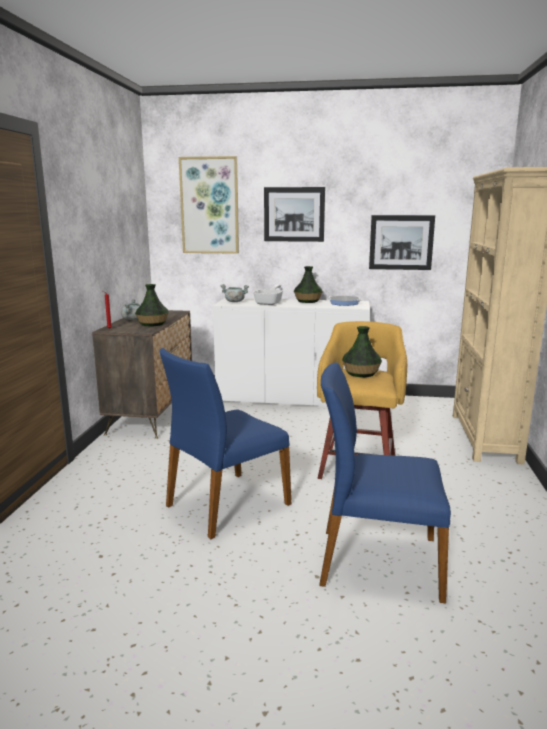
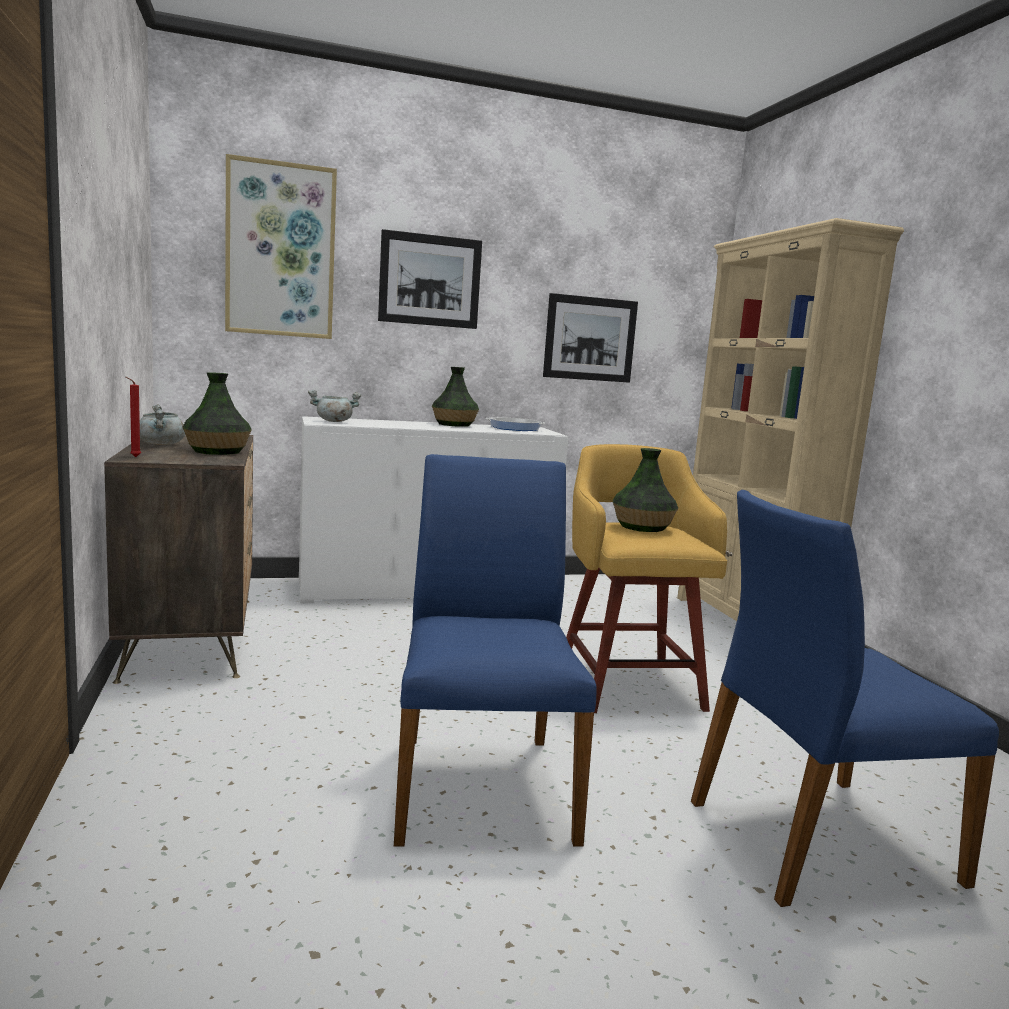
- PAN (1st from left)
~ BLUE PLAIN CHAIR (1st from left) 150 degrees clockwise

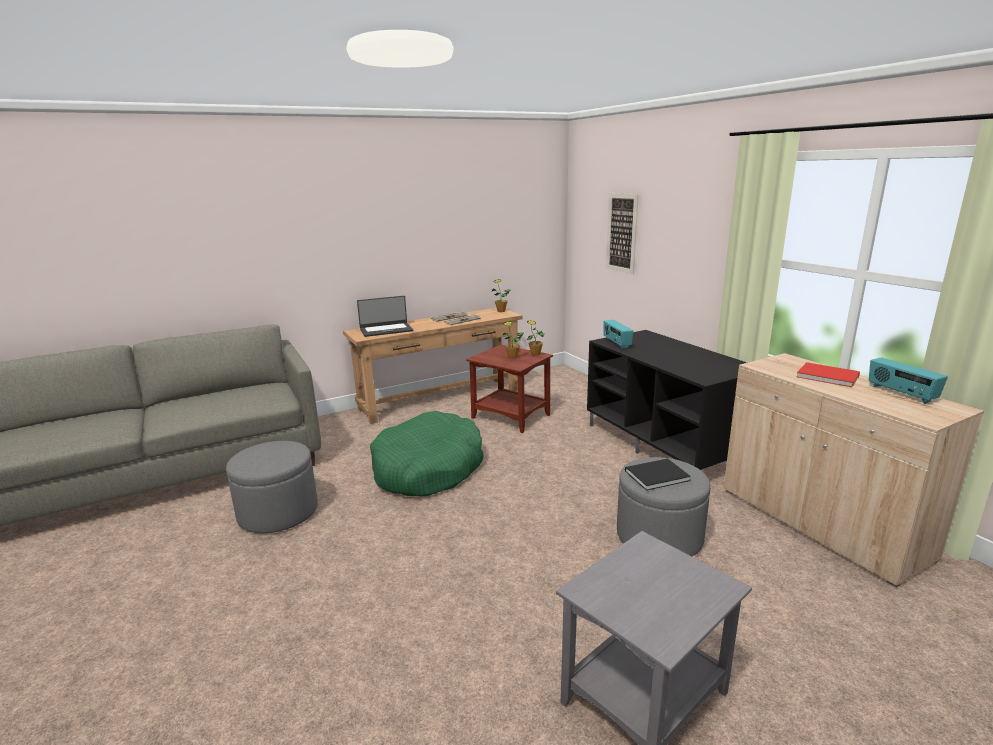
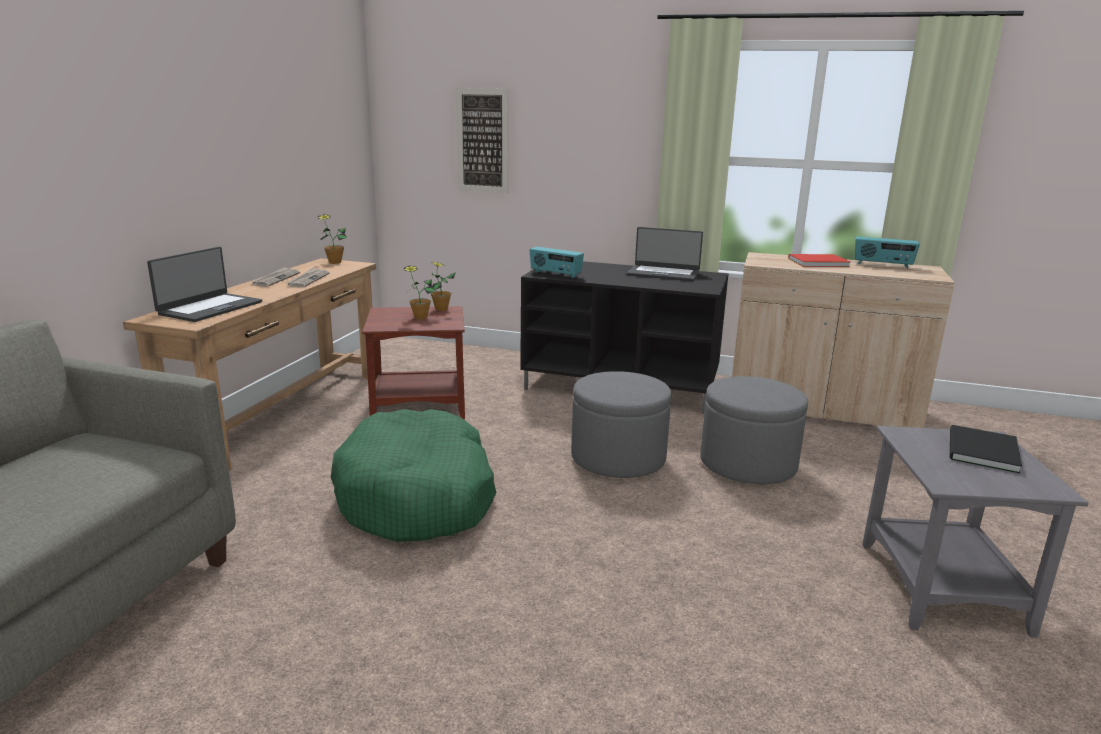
~ GREY OTTOMAN (1st from left)
~ BLACK BOUND BOOK
+ LAPTOP (2nd from left)

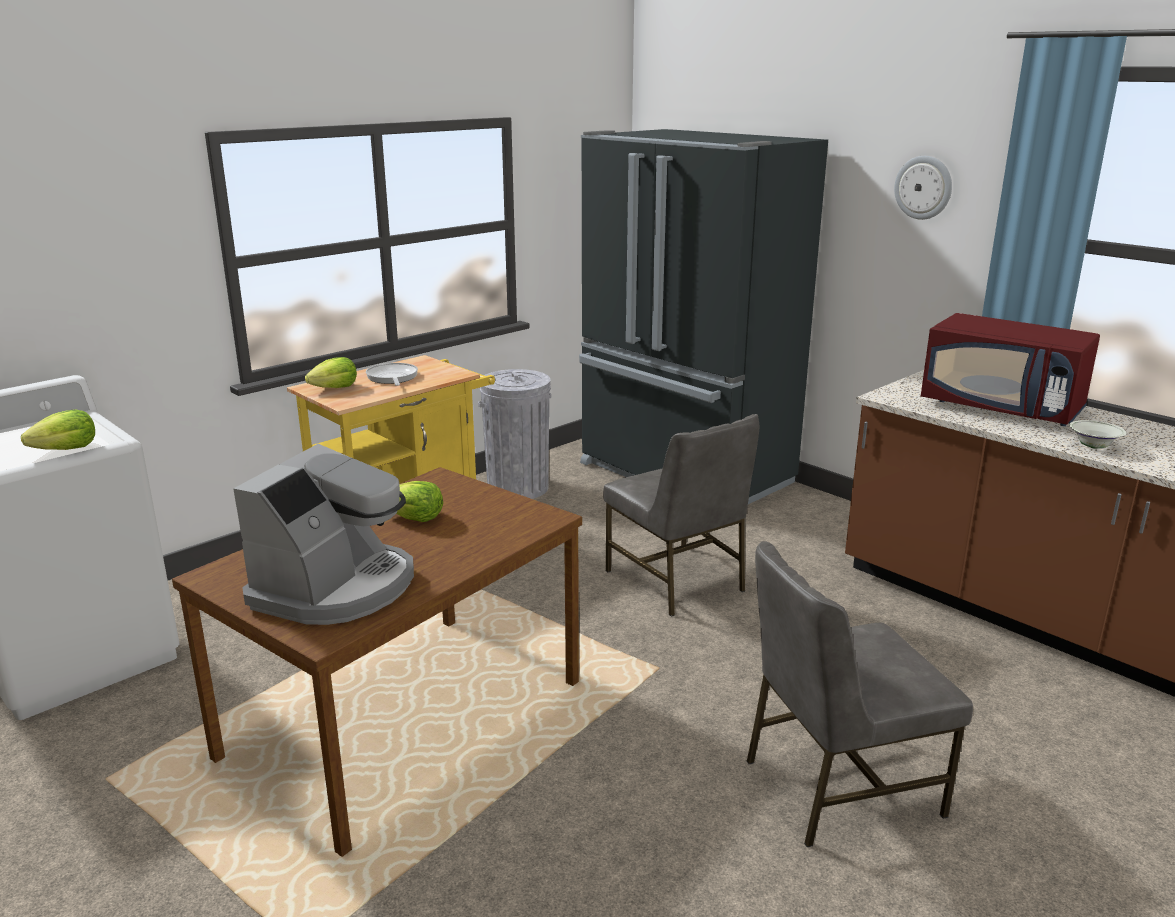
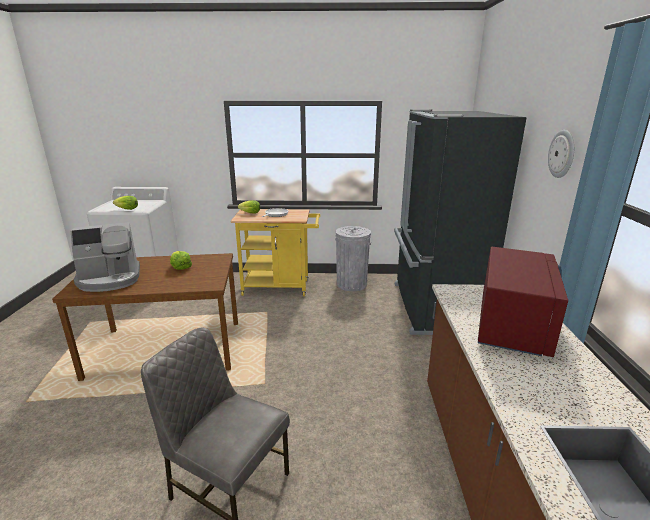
~ RED-COLOURED MICROWAVE 150 degrees counterclockwise
- GREY PLAIN CHAIR (1st from left)
- WHITISH BOWL

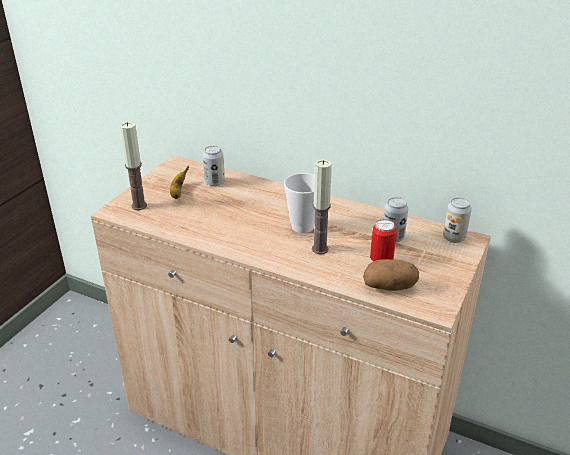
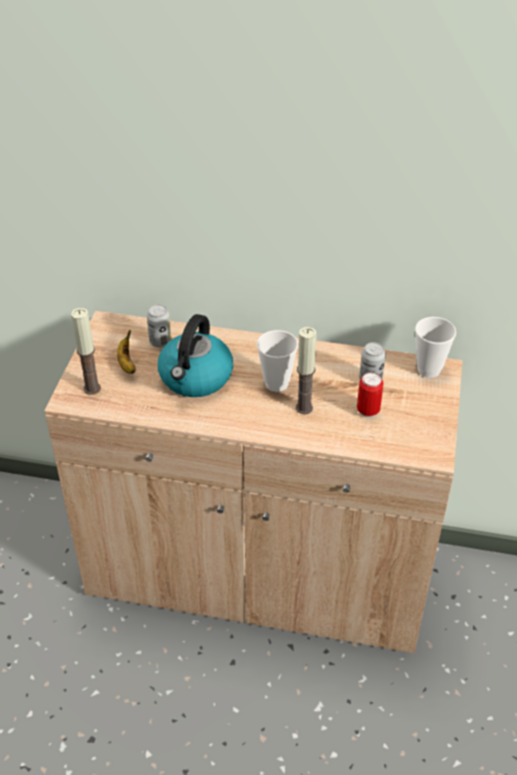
~ CAN (4th from left) to CUP (2nd from left)
- SPUD
+ WATER KETTLE

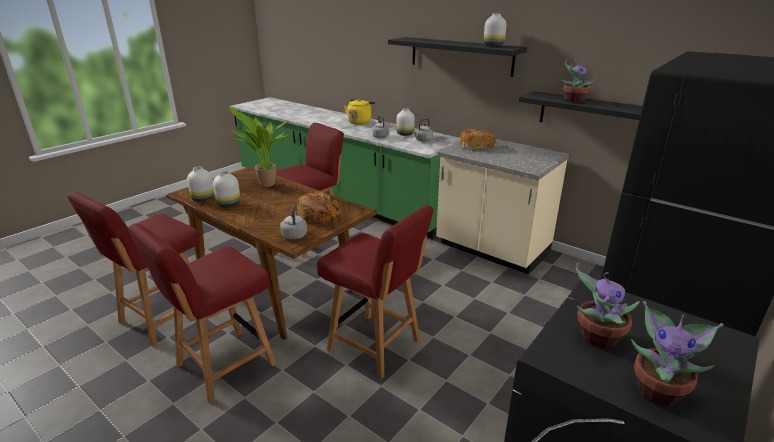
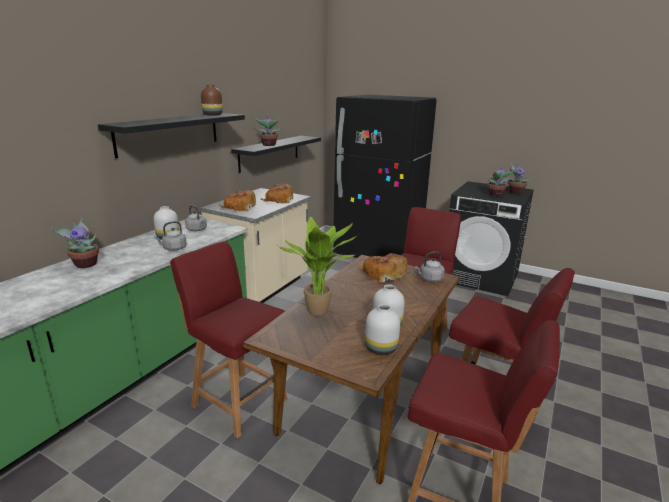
~ WHITISH FLOWER VASE (4th from left) to BROWN-COLOURED FLOWER VASE
~ YELLOW-COLOURED WATER KETTLE to HOUSEPLANT (1st from left)
+ BREAD (2nd from left)

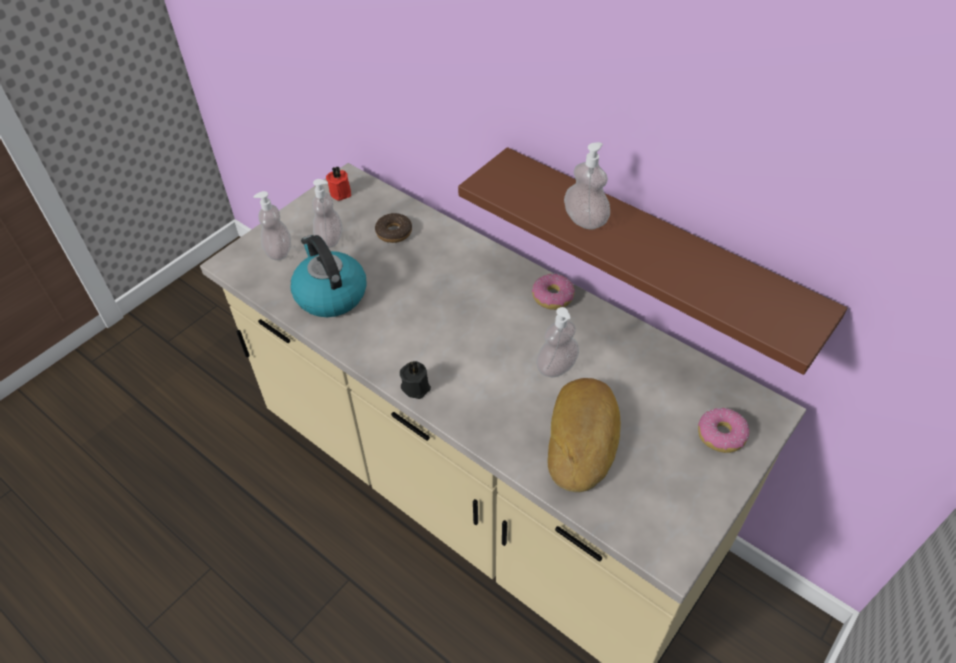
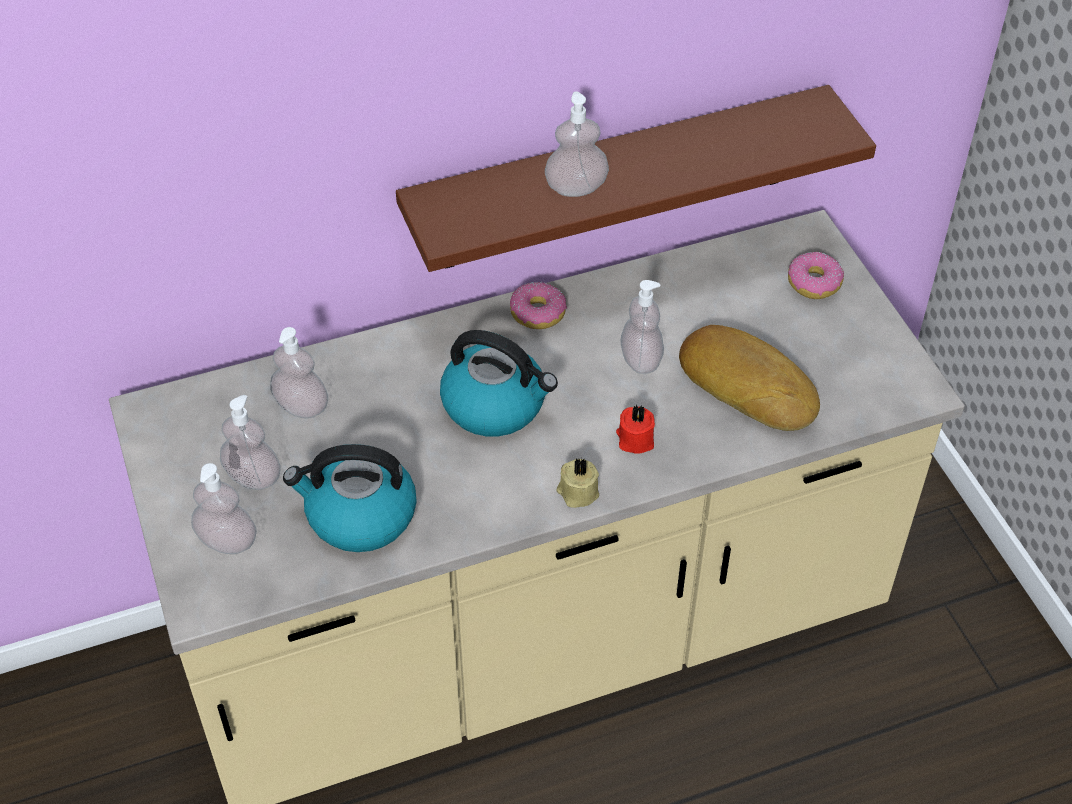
~ RED-COLOURED CANDLE
~ DOUGHNUT (1st from left) to SOAP BOTTLE (3rd from left)
~ BLACK CANDLE to SAND-COLOURED CANDLE
+ WATER KETTLE (2nd from left)

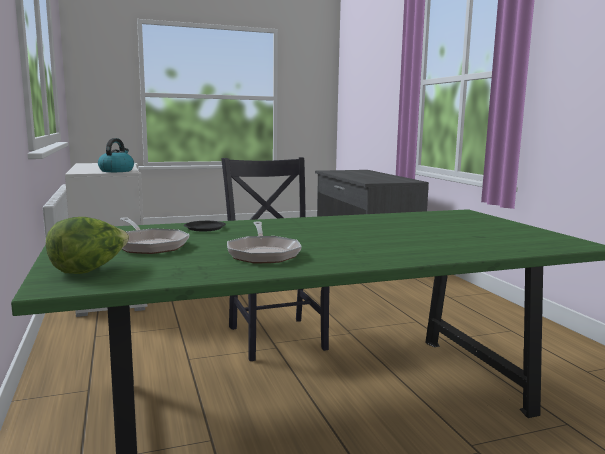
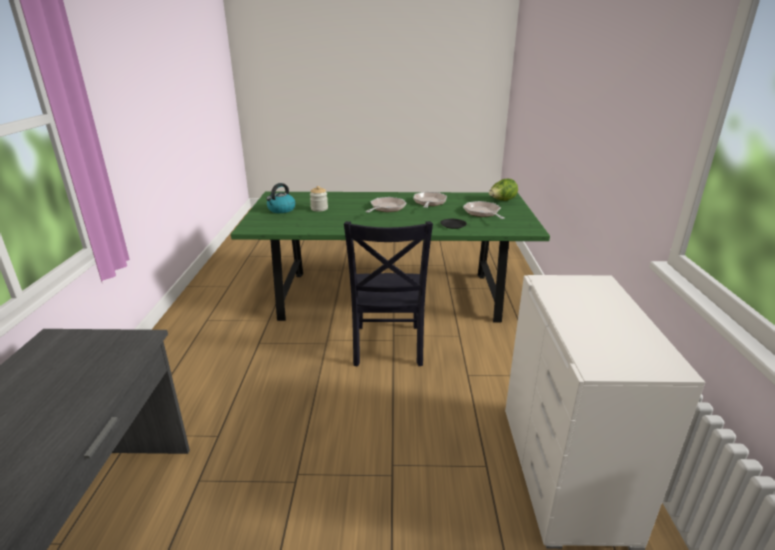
~ WATER KETTLE
+ JAR
+ PAN (1st from left)

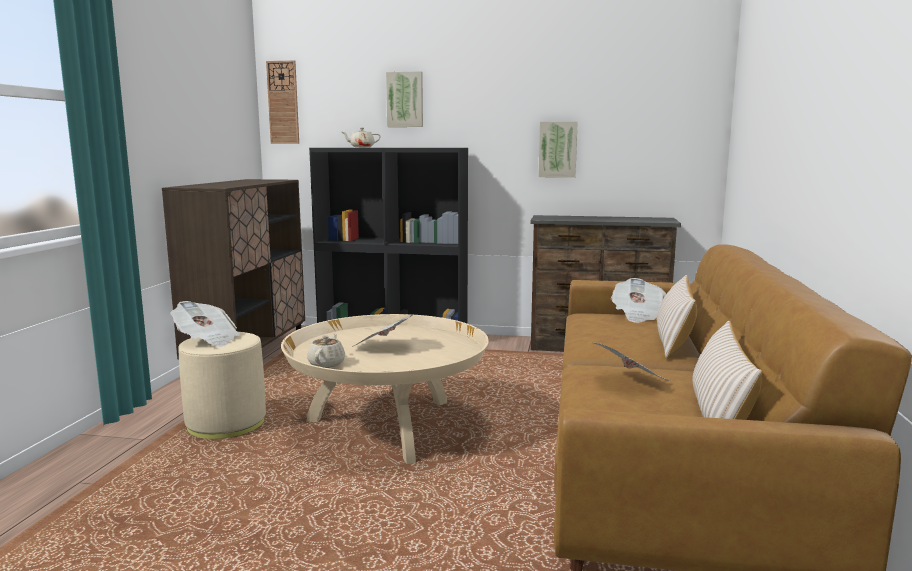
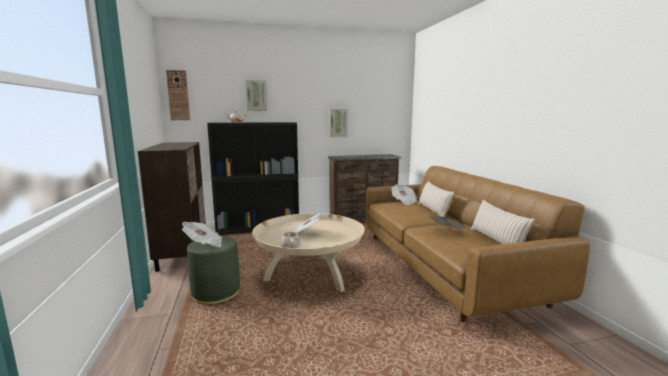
~ SAND-COLOURED OTTOMAN to GREENISH OTTOMAN

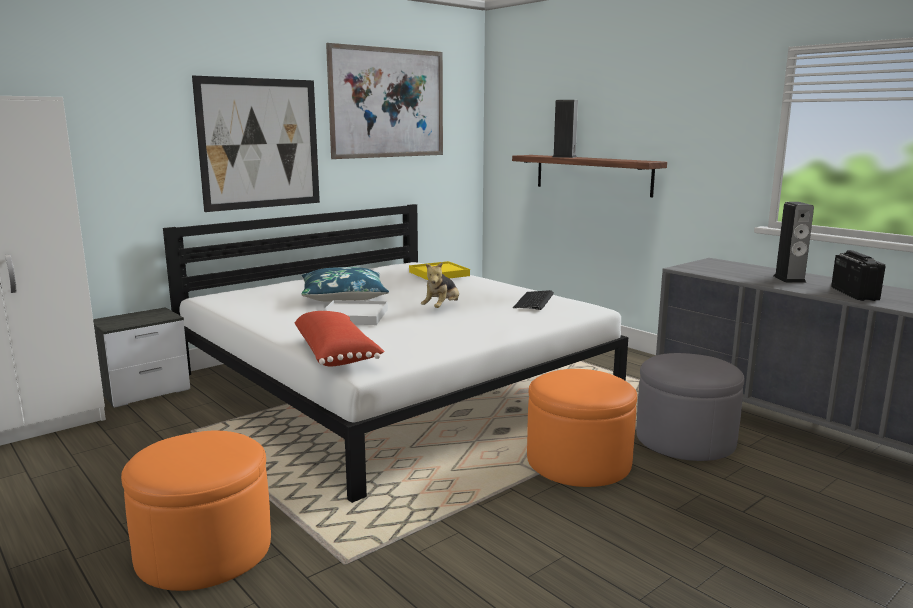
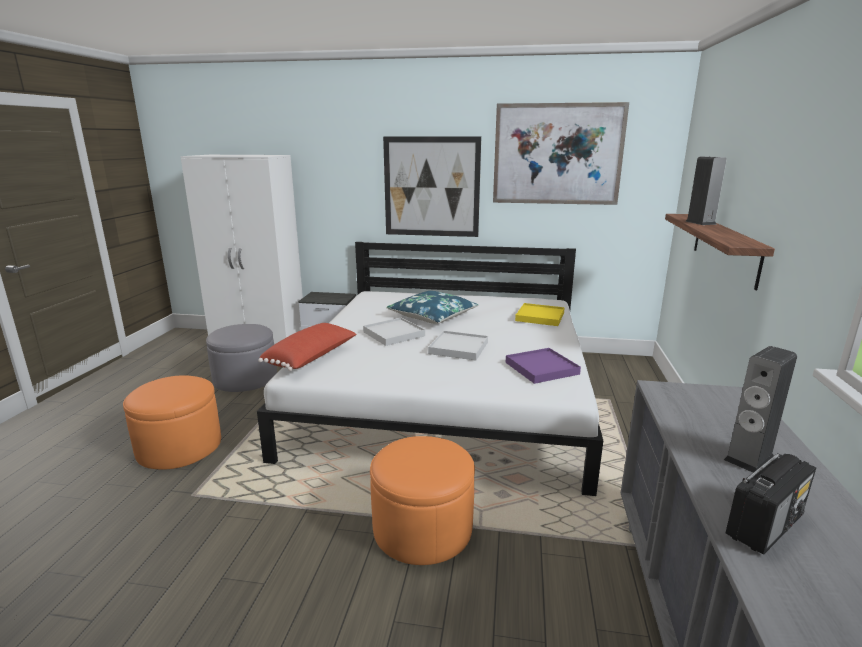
~ CUDDLY TOY to WHITISH CARRYING TRAY (2nd from left)
~ COMPUTER KEYBOARD to PURPLISH CARRYING TRAY
~ GREY OTTOMAN

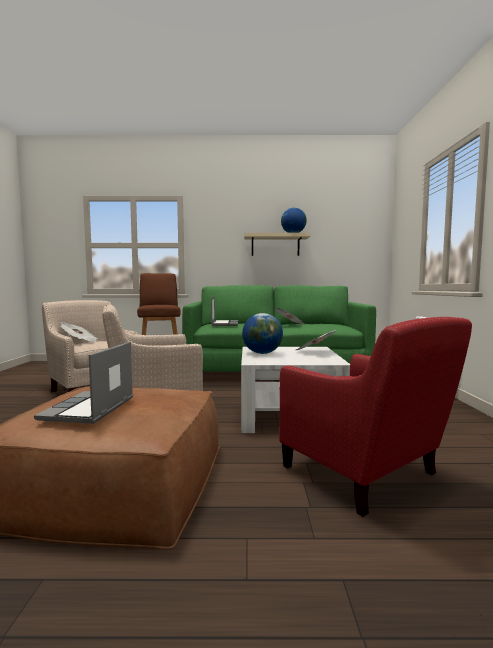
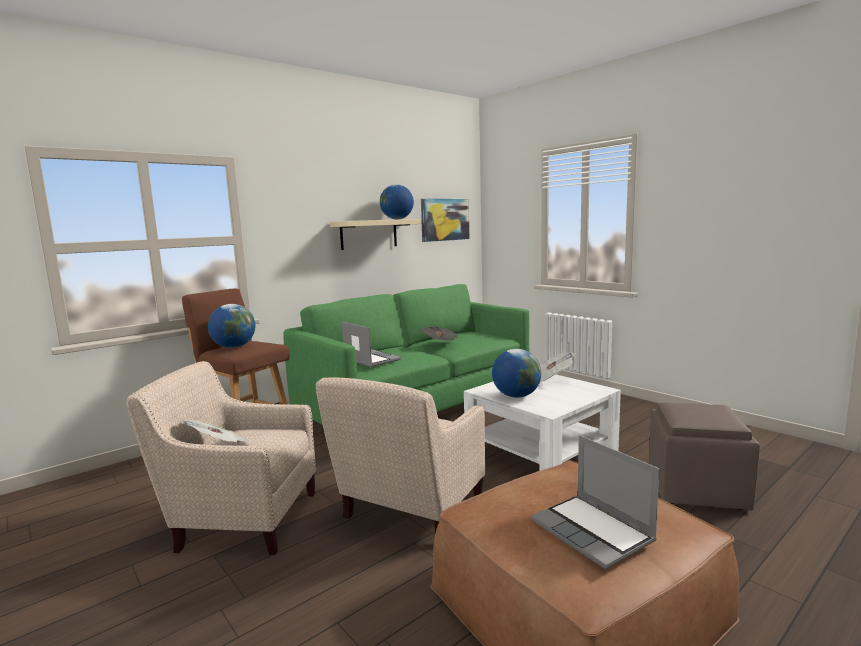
~ RED-COLOURED LOUNGE CHAIR to BROWN-COLOURED OTTOMAN (2nd from left)
+ WALL PICTURE
+ GLOBE (1st from left)

